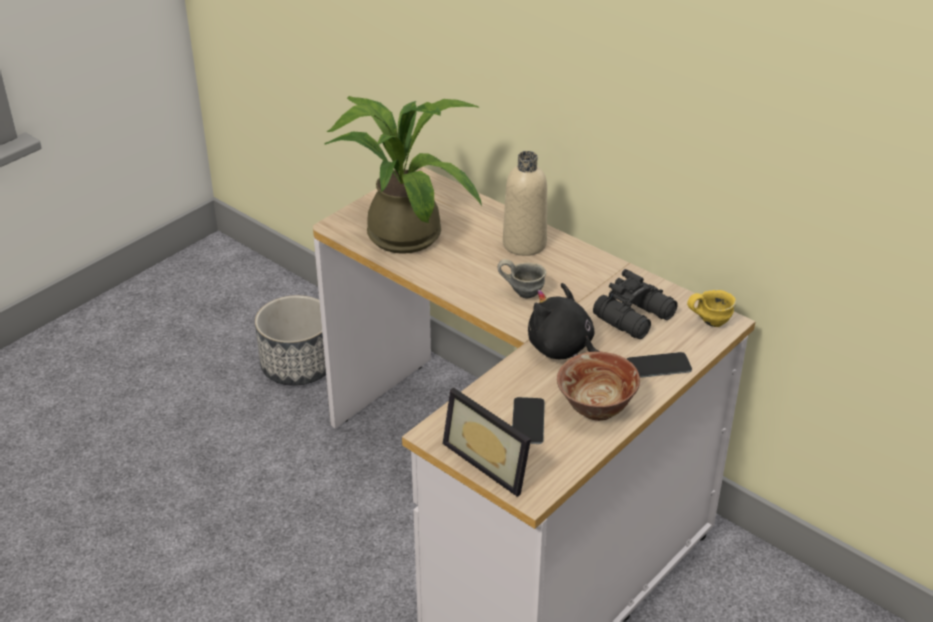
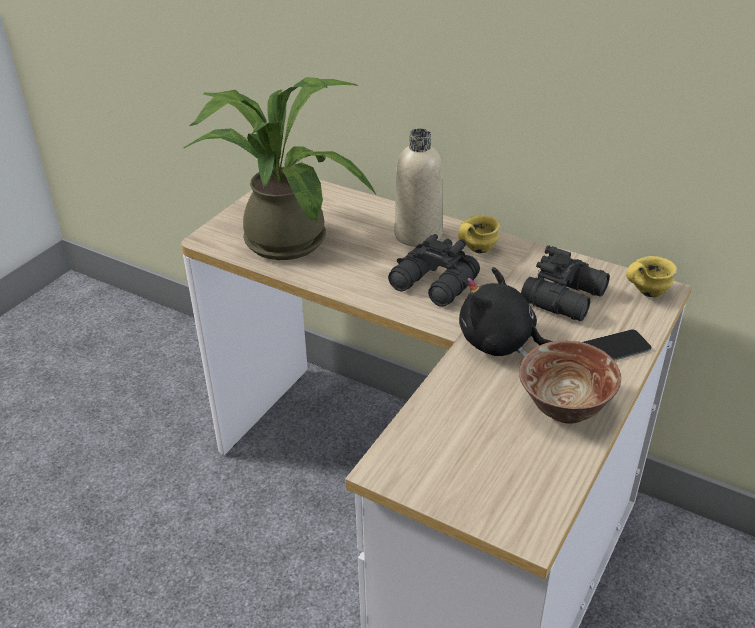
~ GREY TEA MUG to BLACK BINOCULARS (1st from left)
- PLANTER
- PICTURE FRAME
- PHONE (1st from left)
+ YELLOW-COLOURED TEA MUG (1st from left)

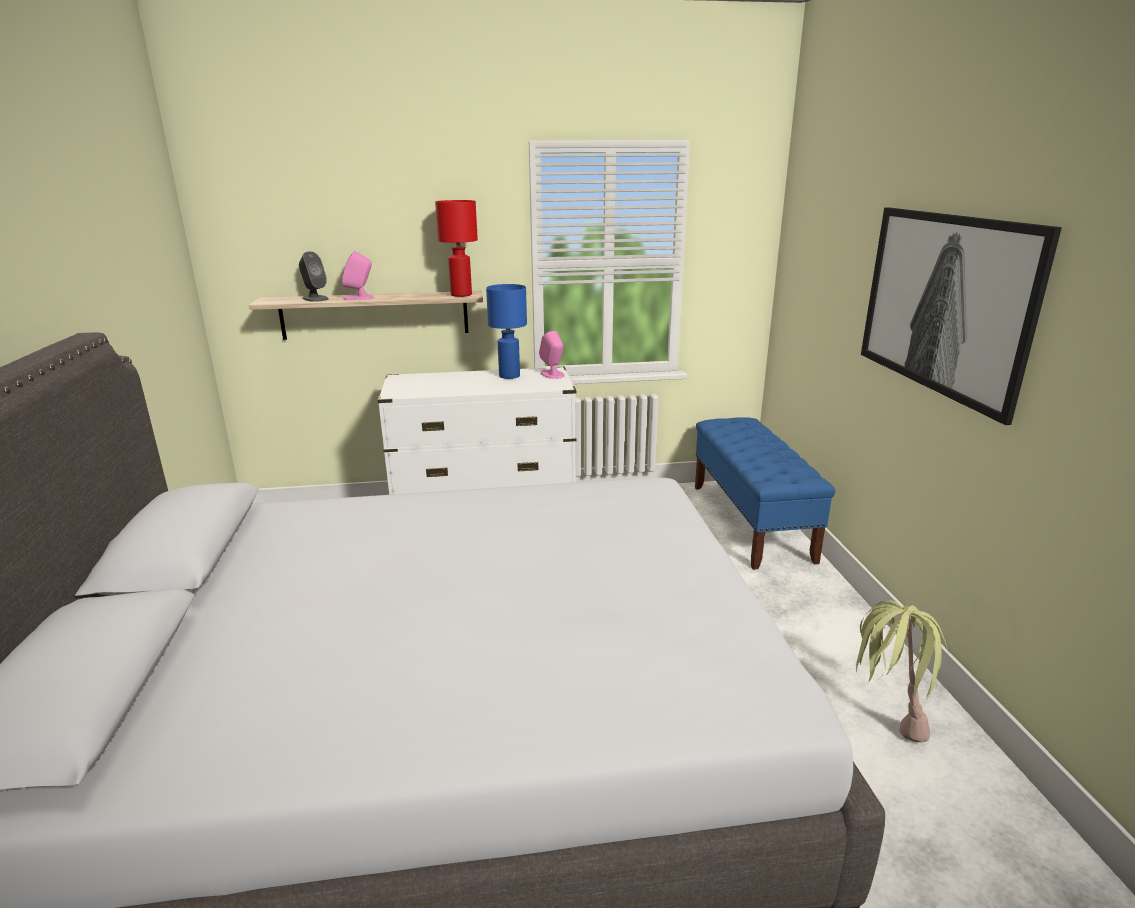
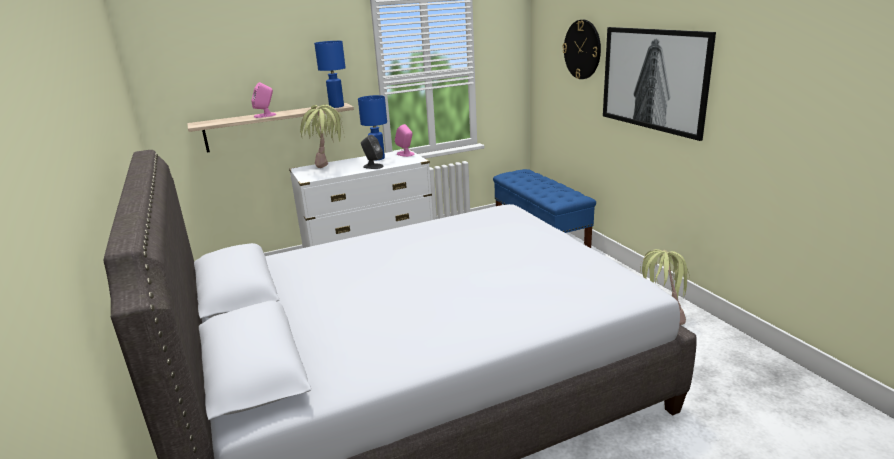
~ RED-COLOURED TABLETOP LAMP to BLUE TABLETOP LAMP (1st from left)
~ GREY SPEAKER
+ HANGING CLOCK
+ HOUSEPLANT (1st from left)

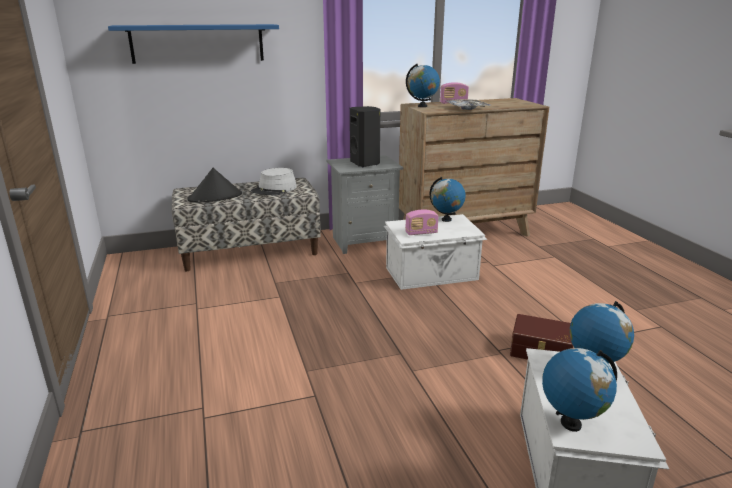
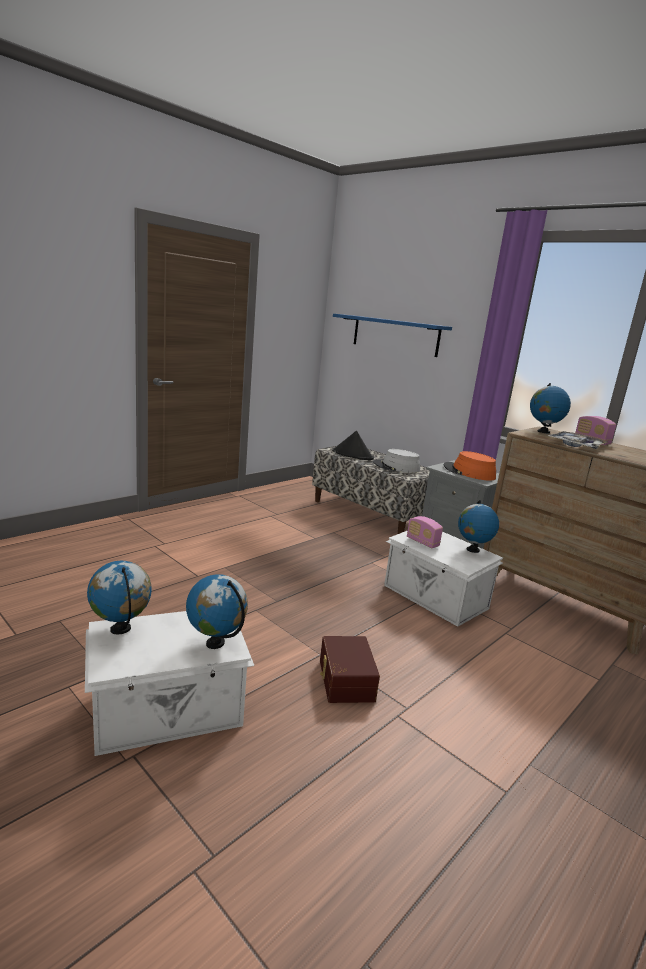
~ BLACK SPEAKER to ORANGE HAT

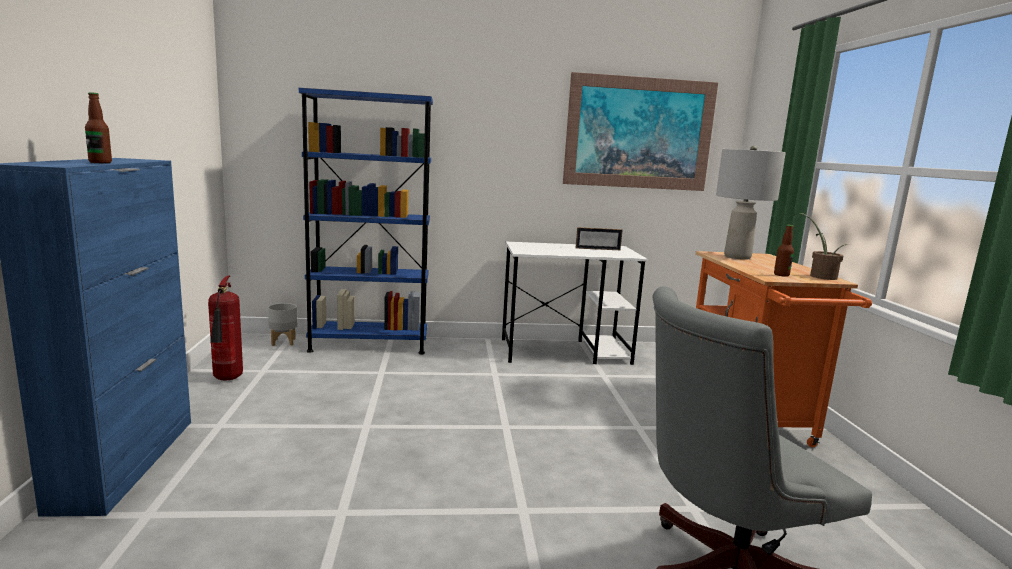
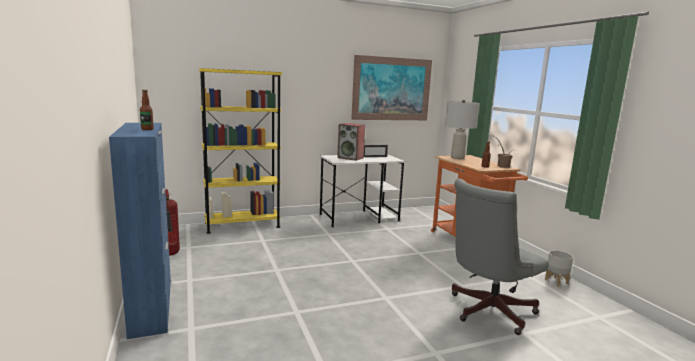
~ BLUE BOOKCASE to YELLOW-COLOURED BOOKCASE
~ GREY PLANTER
+ SPEAKER

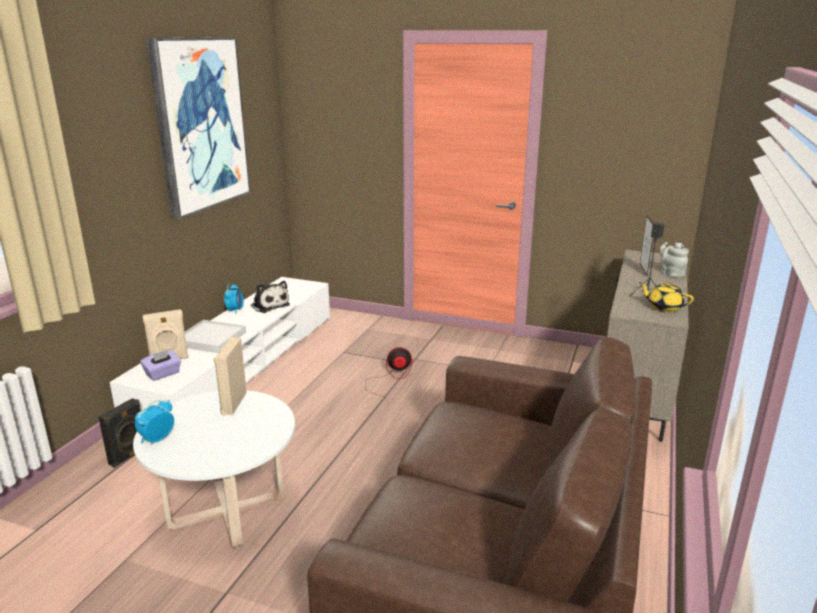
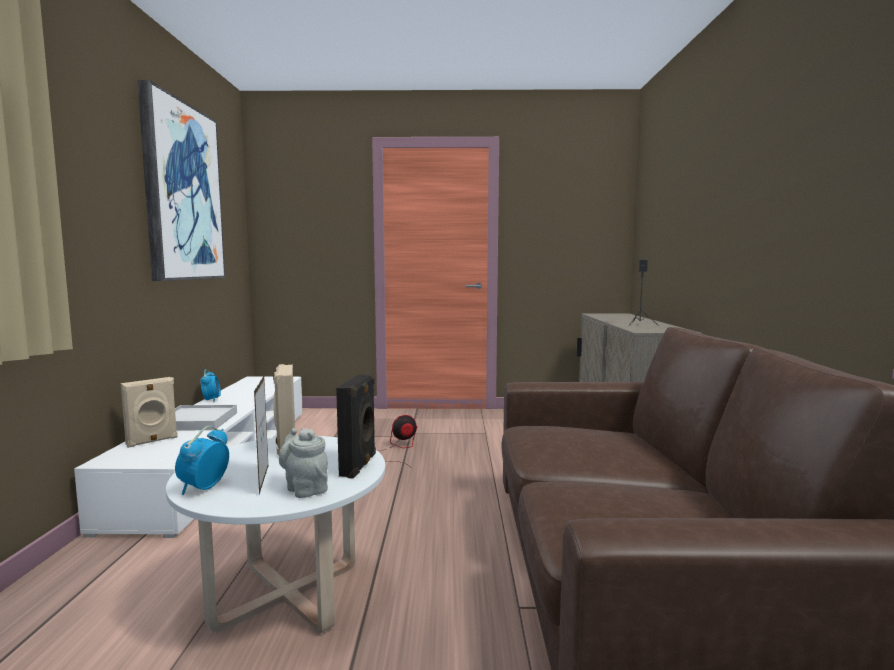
~ PICTURE FRAME
~ GREY TEAPOT
- CUDDLY TOY
- YELLOW-COLOURED TEAPOT
- PURPLISH TISSUE BOX
~ BLACK SPEAKER (1st from left)

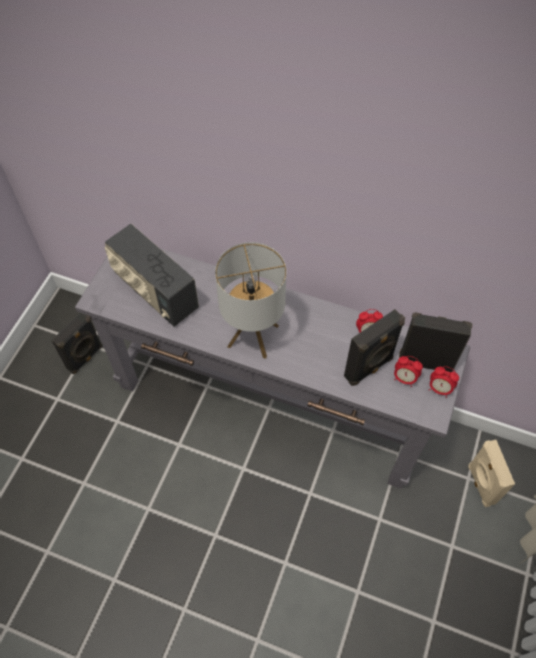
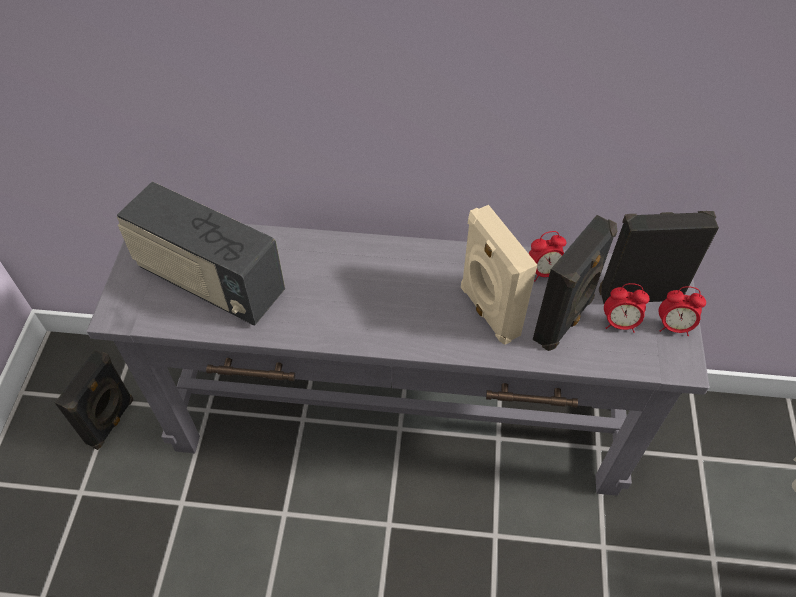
- TABLETOP LAMP
~ SAND-COLOURED SPEAKER

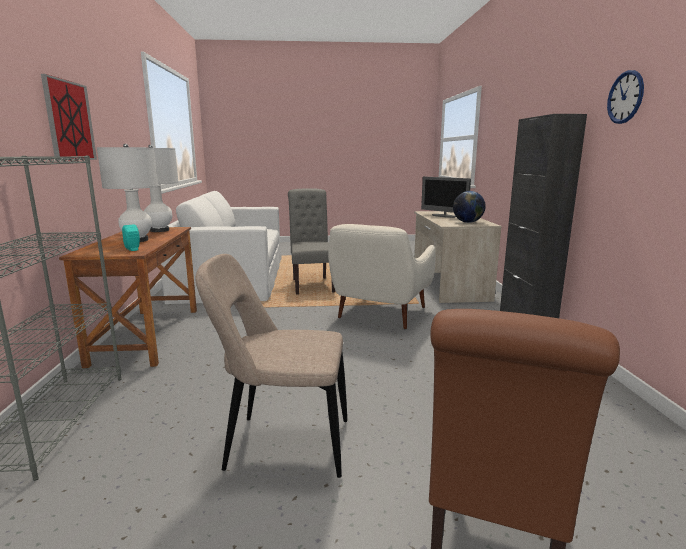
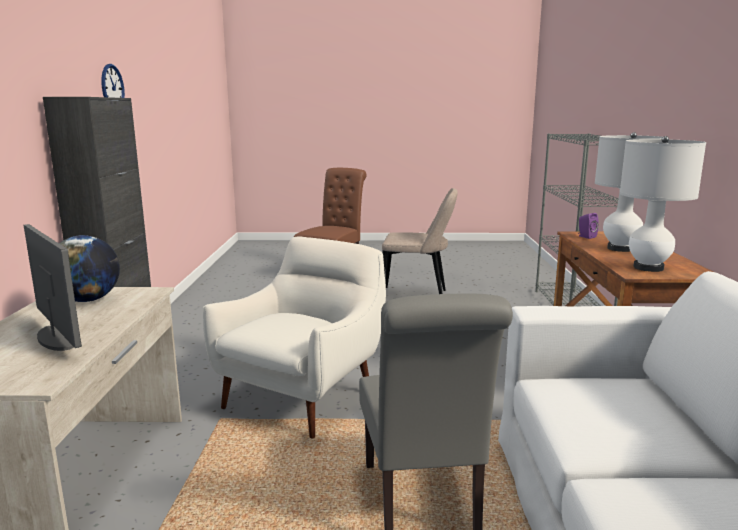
- WALL PICTURE
~ BLUE-GREEN SPEAKER to PURPLISH SPEAKER

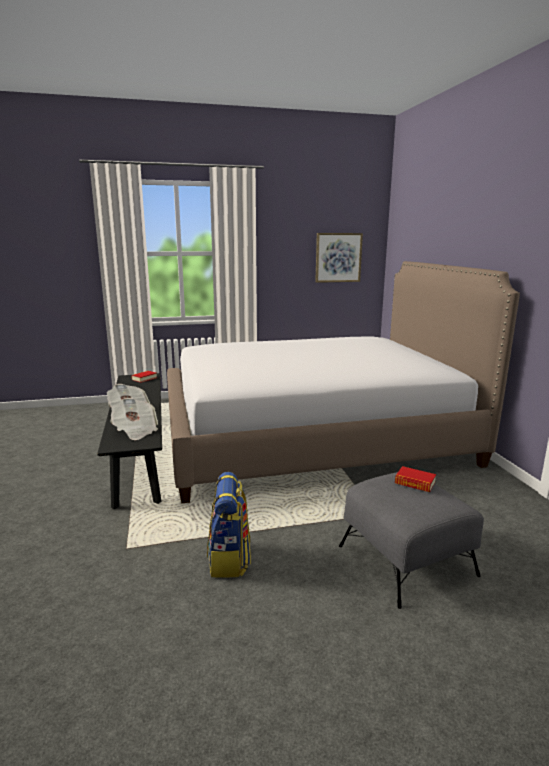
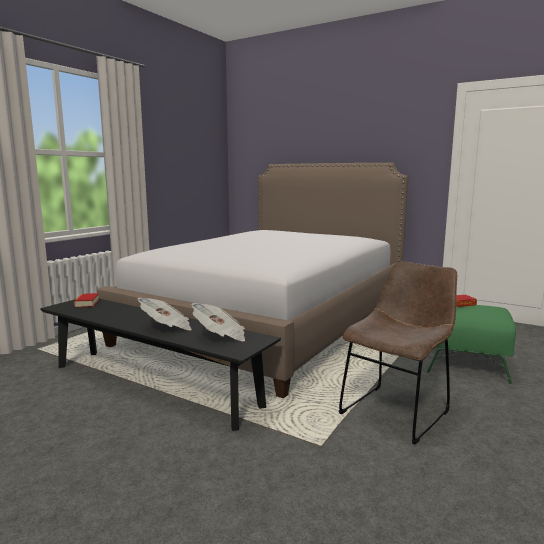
- WALL PICTURE
~ BACKPACK to BROWN-COLOURED PLAIN CHAIR
~ GREY OTTOMAN to GREENISH OTTOMAN

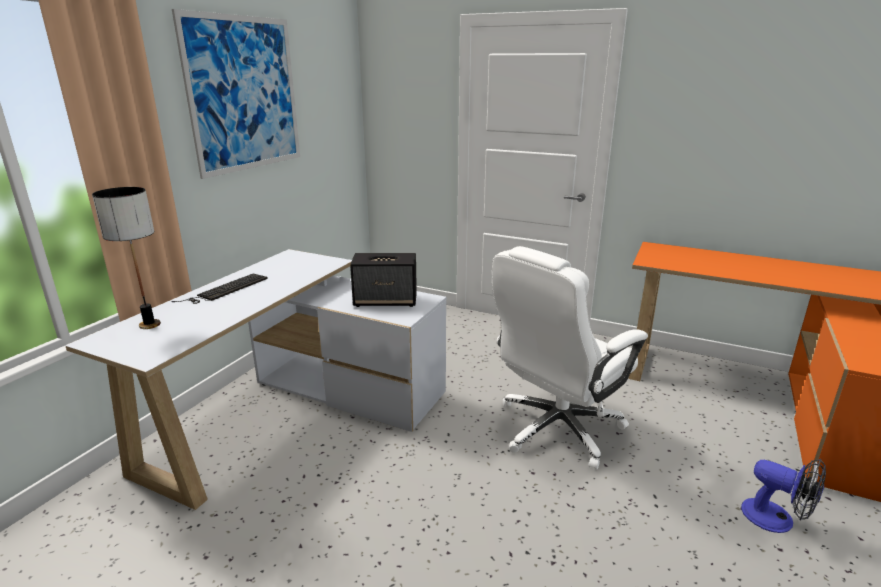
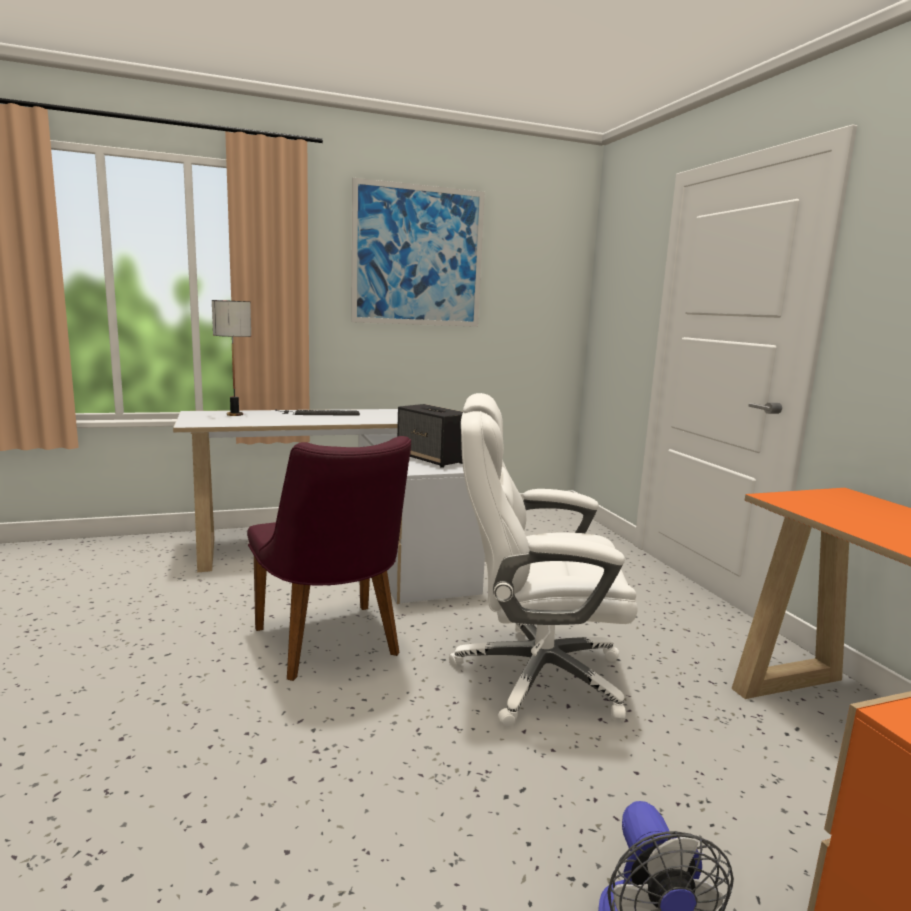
+ PURPLISH PLAIN CHAIR

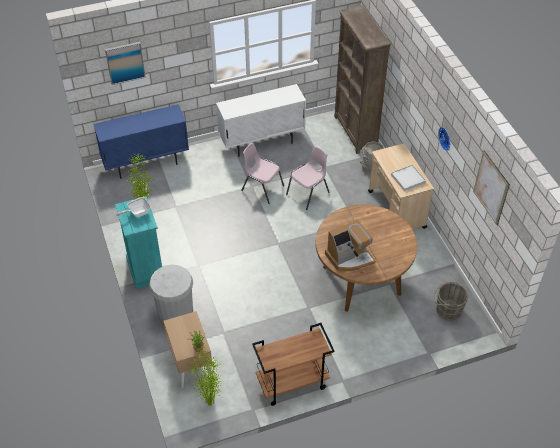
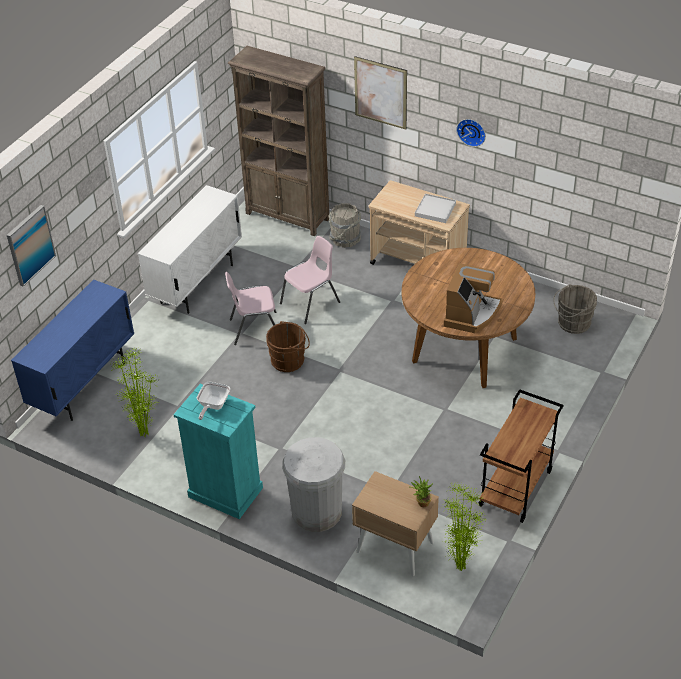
~ PINK-COLOURED PLAIN CHAIR (2nd from left) 45 degrees clockwise
~ WALL PICTURE (2nd from left)
+ BROWN-COLOURED PAIL

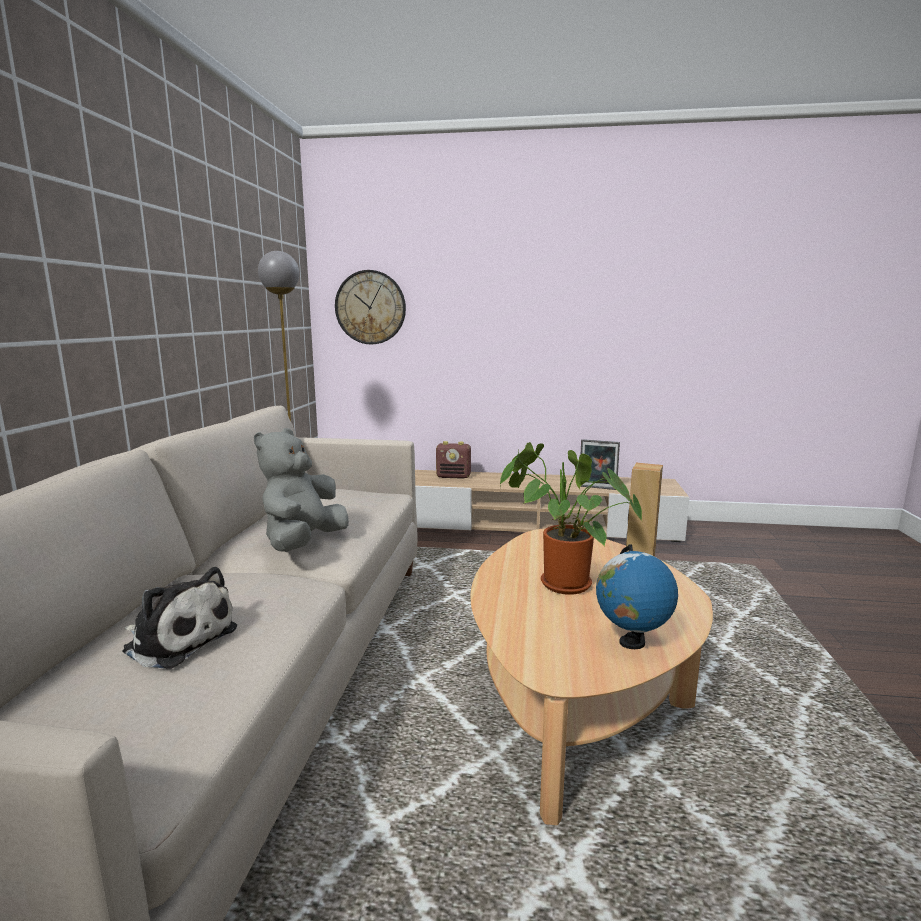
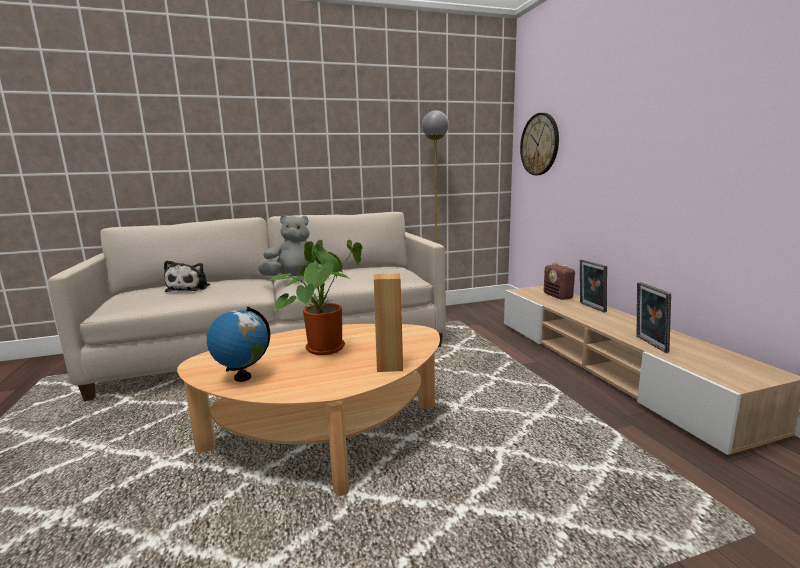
+ PICTURE FRAME (1st from left)

